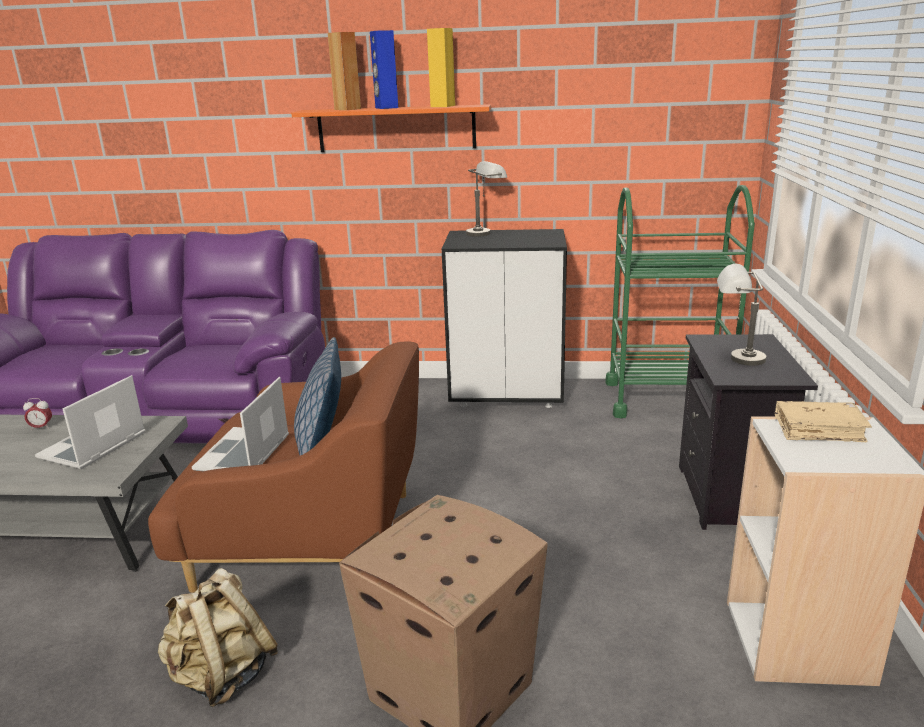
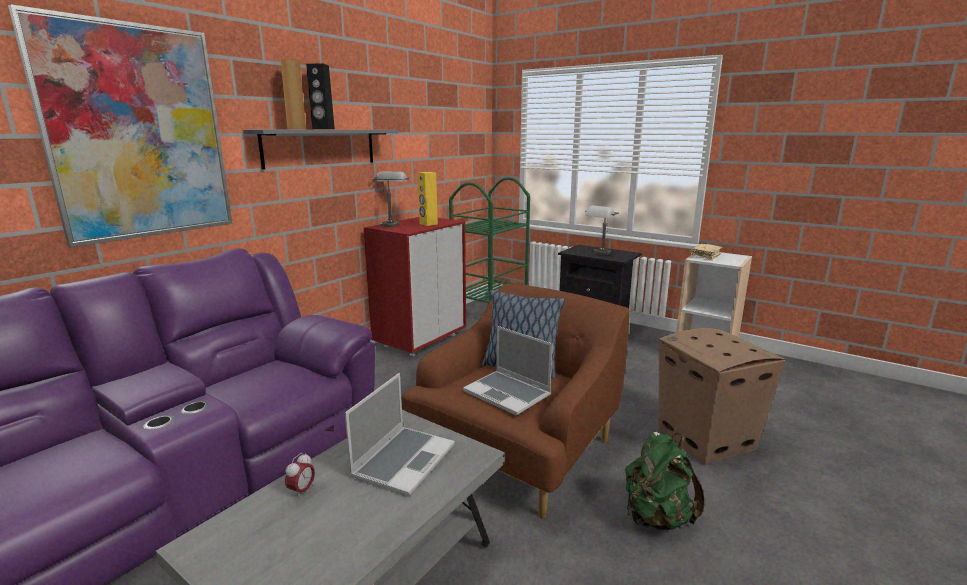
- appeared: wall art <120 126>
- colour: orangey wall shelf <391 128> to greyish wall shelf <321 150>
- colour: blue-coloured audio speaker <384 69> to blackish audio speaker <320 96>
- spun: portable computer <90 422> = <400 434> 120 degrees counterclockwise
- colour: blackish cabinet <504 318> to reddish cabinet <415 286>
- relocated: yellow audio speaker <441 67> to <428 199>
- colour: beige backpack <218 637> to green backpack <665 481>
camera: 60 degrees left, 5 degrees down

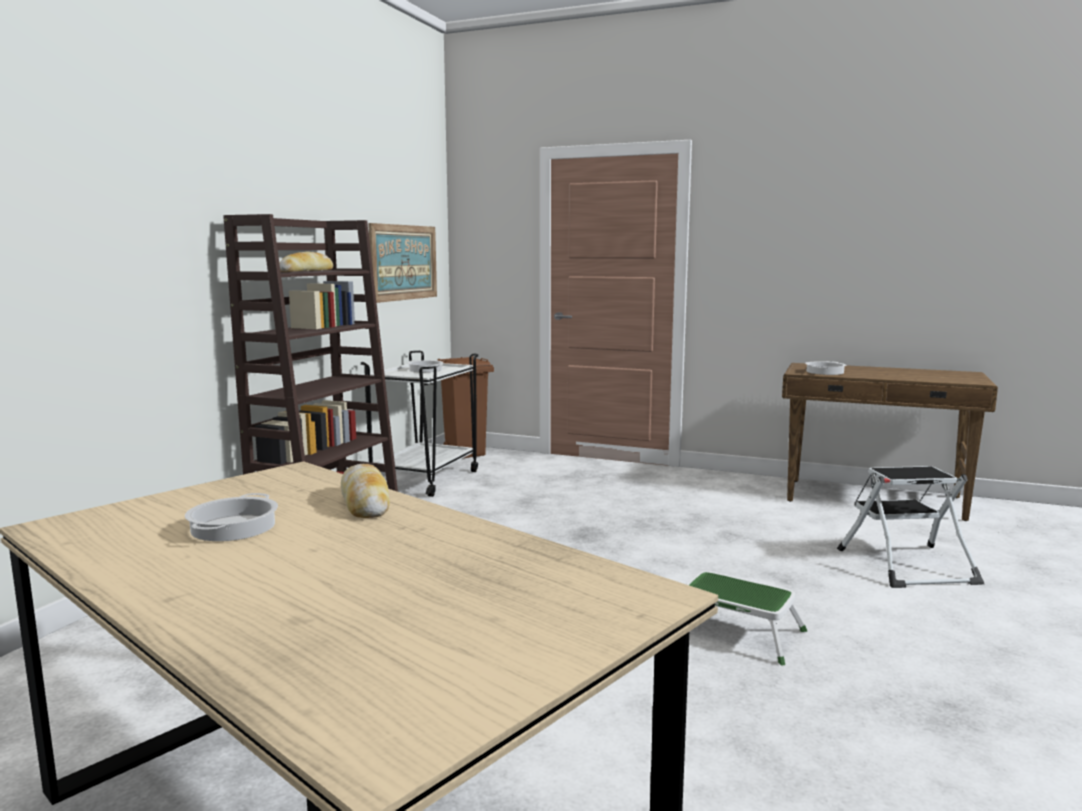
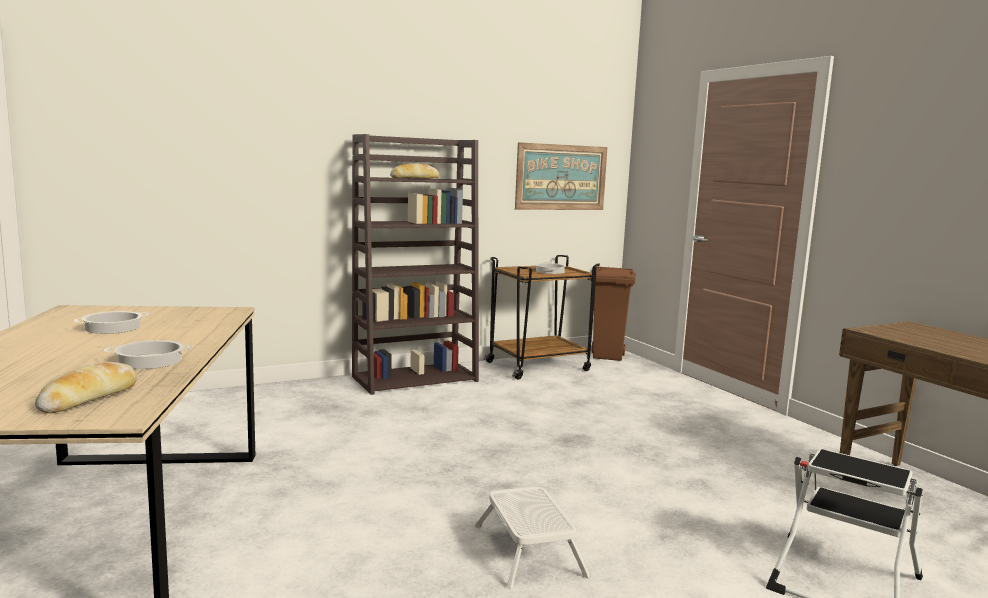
- relocated: bread <365 491> to <86 387>
- relocated: cooking pot <825 368> to <148 354>
- colour: green step stool <746 618> to whitish step stool <532 538>
- colour: whitish cart <419 424> to brown-coloured cart <542 317>
camera: 40 degrees right, 0 degrees up

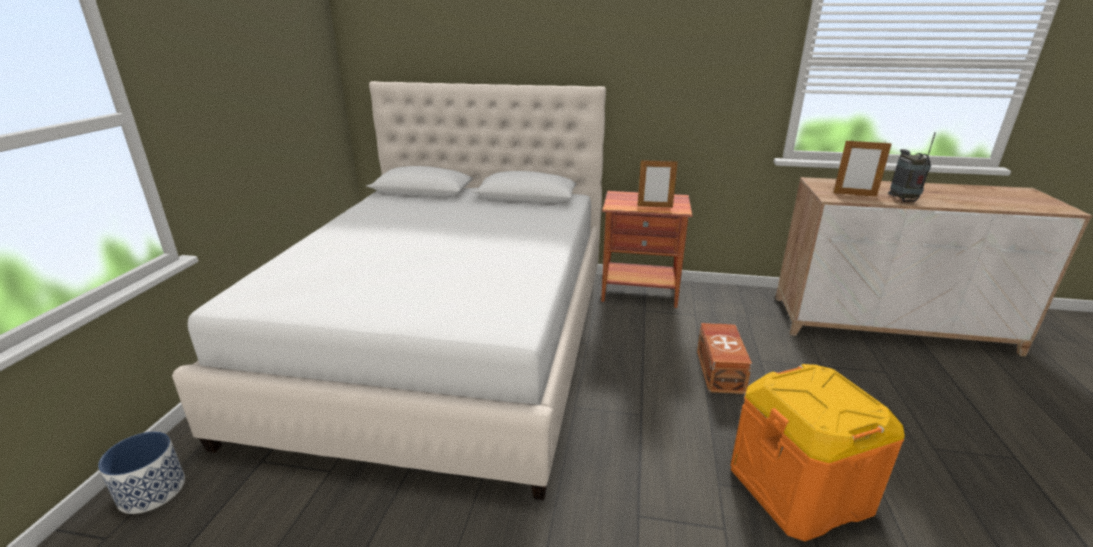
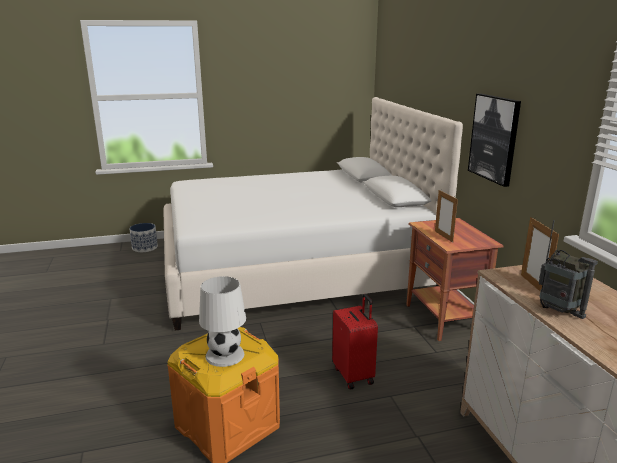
- appeared: whitish tabletop lamp <222 321>
- exchanged: brown-coloured storage bin <724 358> to reddish suitcase <355 342>
- appeared: wall art <494 140>
- spun: radio set <912 167> = <568 269> 75 degrees clockwise
camera: 65 degrees right, 5 degrees down

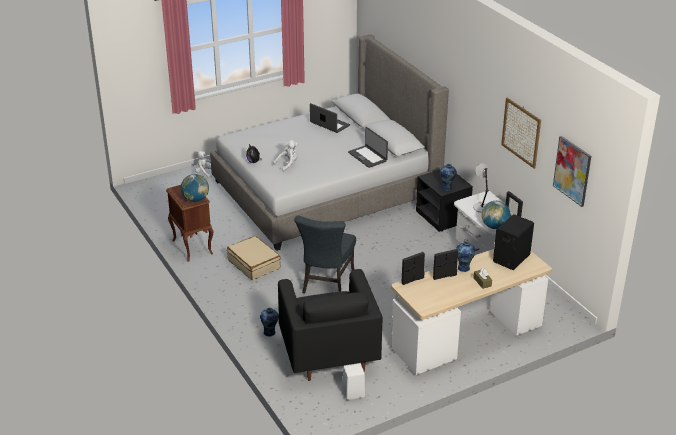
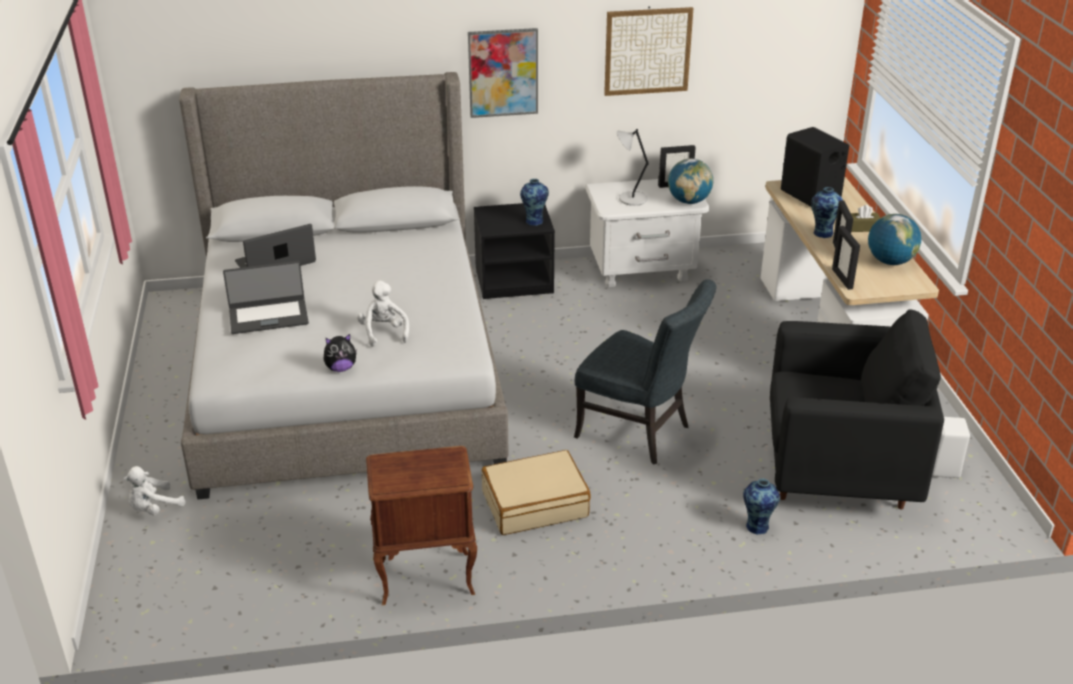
- relocated: portable computer <368 147> to <266 297>
- relocated: wall art <572 171> to <503 73>
- relocated: world globe <195 188> to <894 239>
camera: 70 degrees left, 0 degrees up

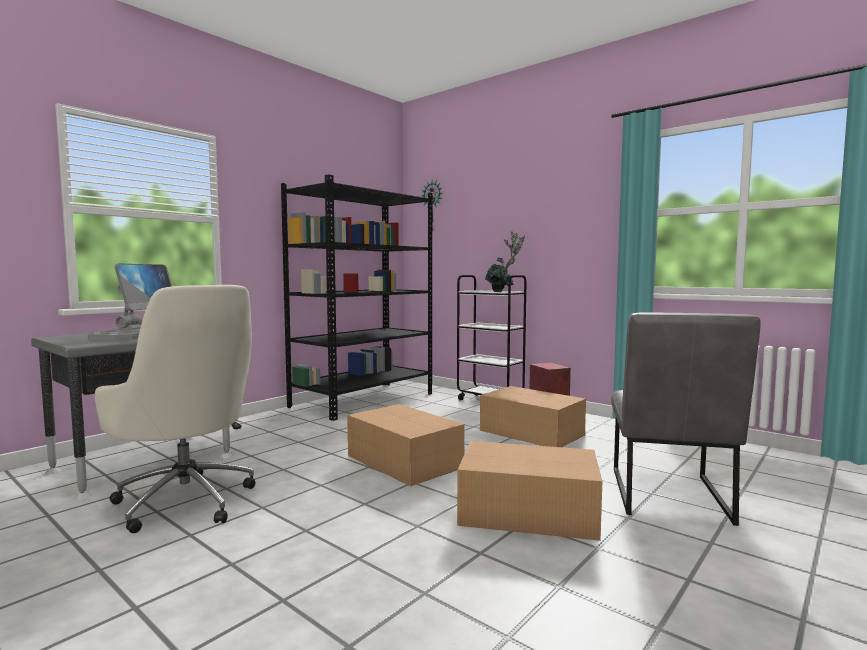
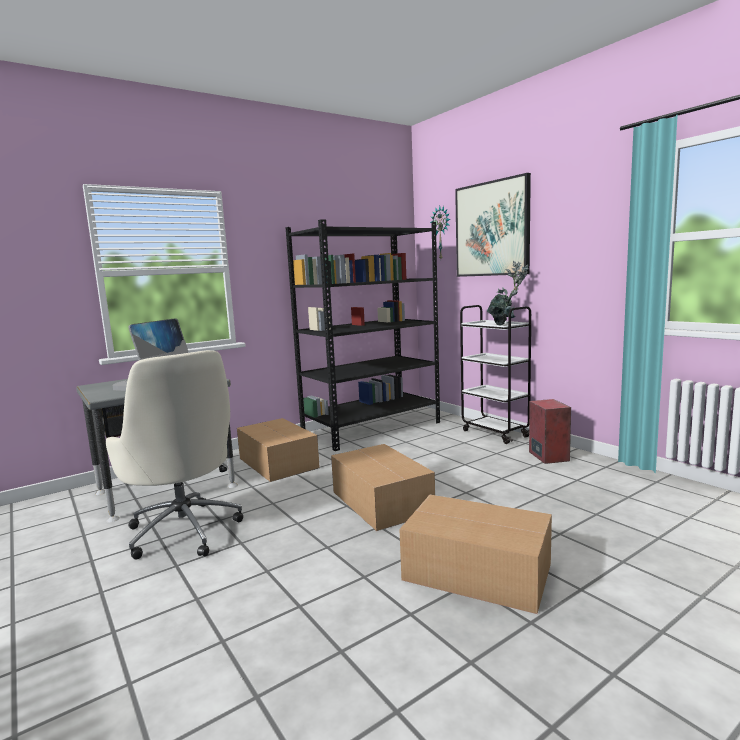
- relocated: carton <533 416> to <278 450>
- appeared: wall art <493 225>
- missing: greyish upright chair <686 419>
camera: 15 degrees right, 5 degrees up

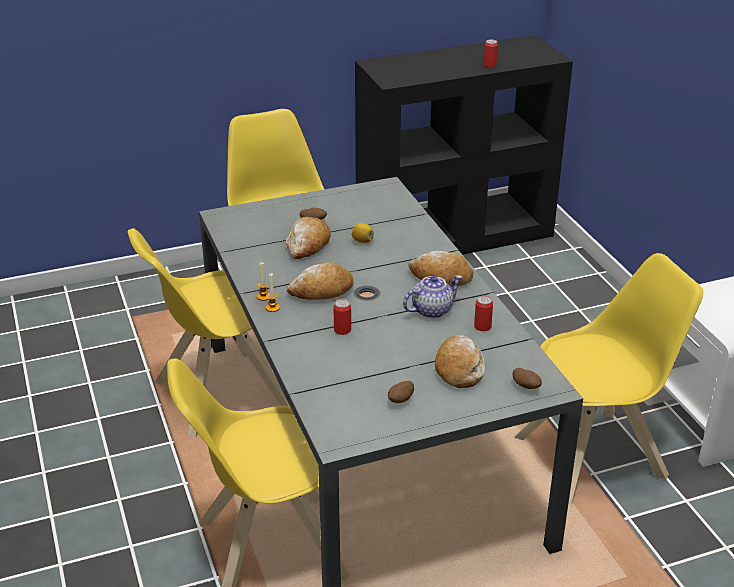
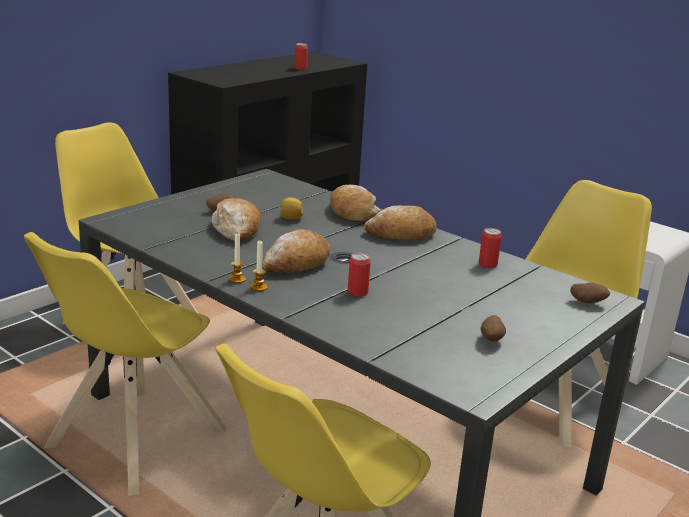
- relocated: bread <460 361> to <355 203>
- missing: teapot <432 296>
camera: 30 degrees left, 10 degrees down

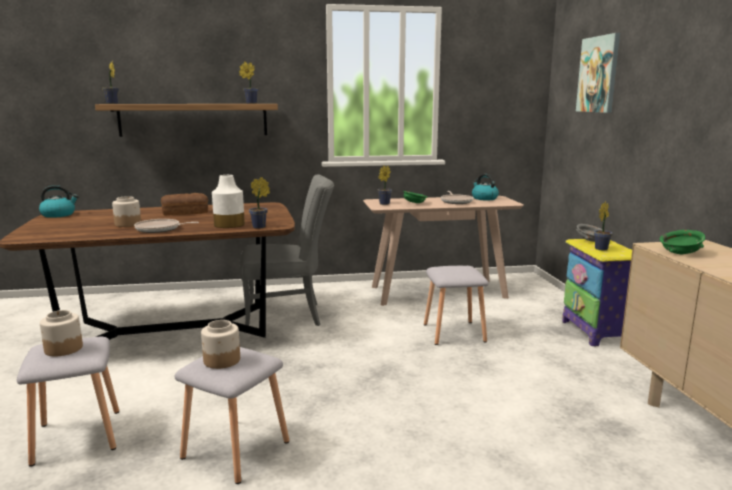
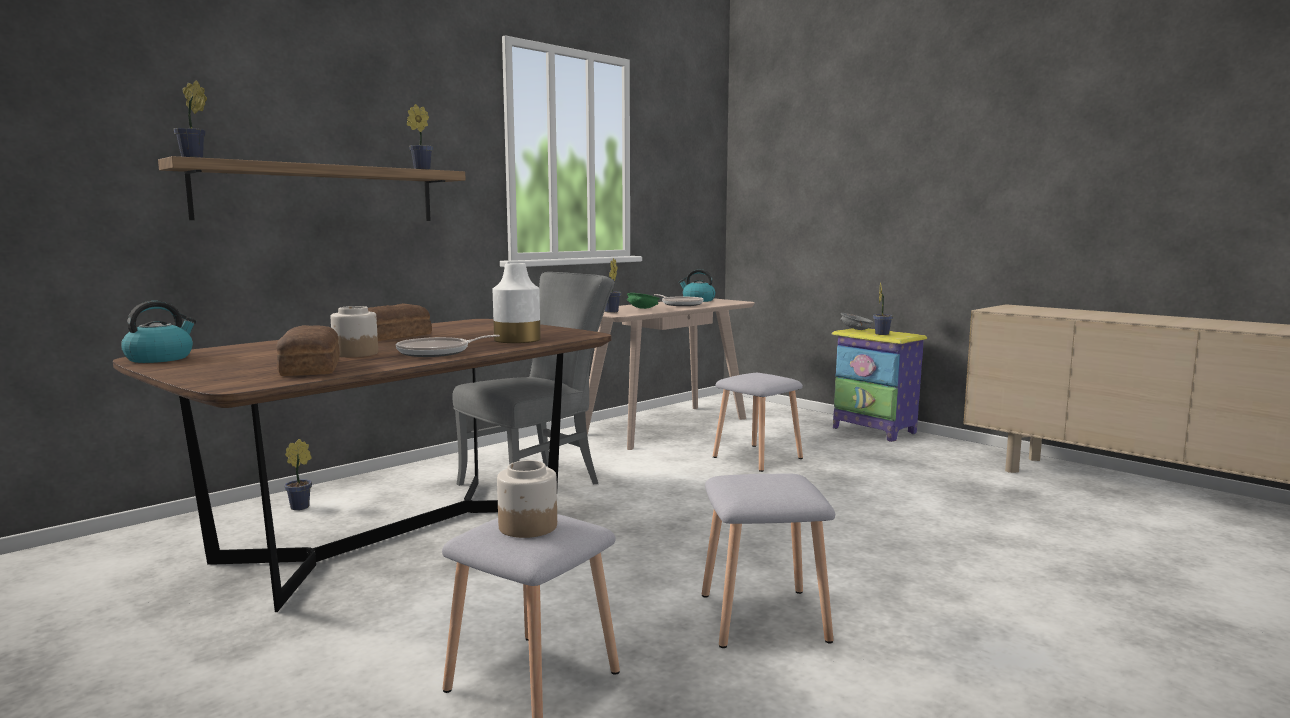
- appeared: bread <308 350>
- relocated: plant in a pot <259 203> to <298 474>
- missing: jar <220 344>
- missing: wall art <598 73>
- missing: green bowl <682 242>
camera: 35 degrees left, 5 degrees down

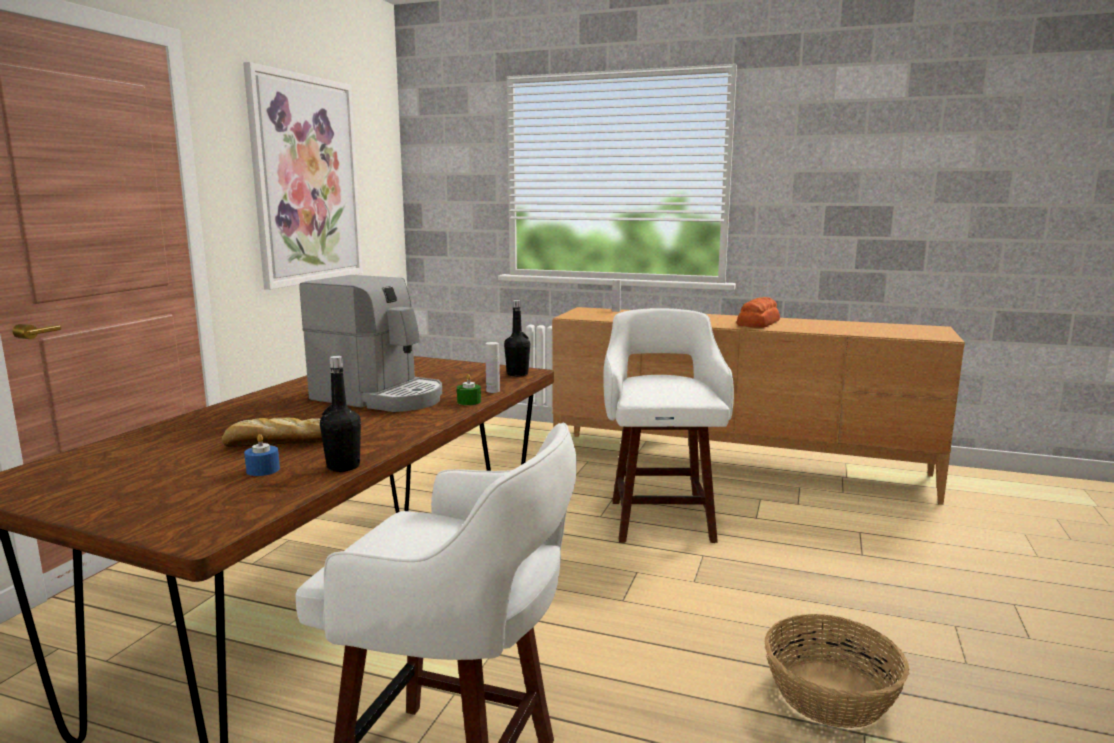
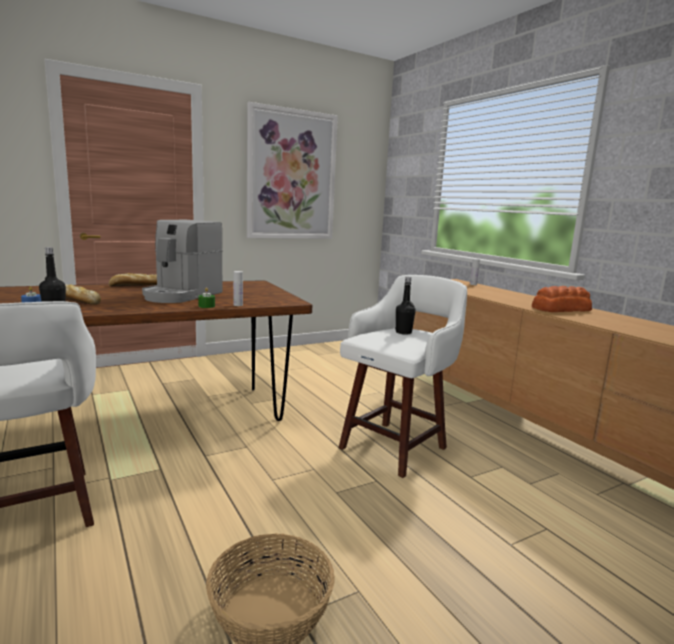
- appeared: bread <133 279>
- spun: coffee brewer <371 343> = <182 261> 45 degrees clockwise
- relocated: blackish beverage bottle <517 338> to <405 306>
camera: 40 degrees right, 0 degrees up

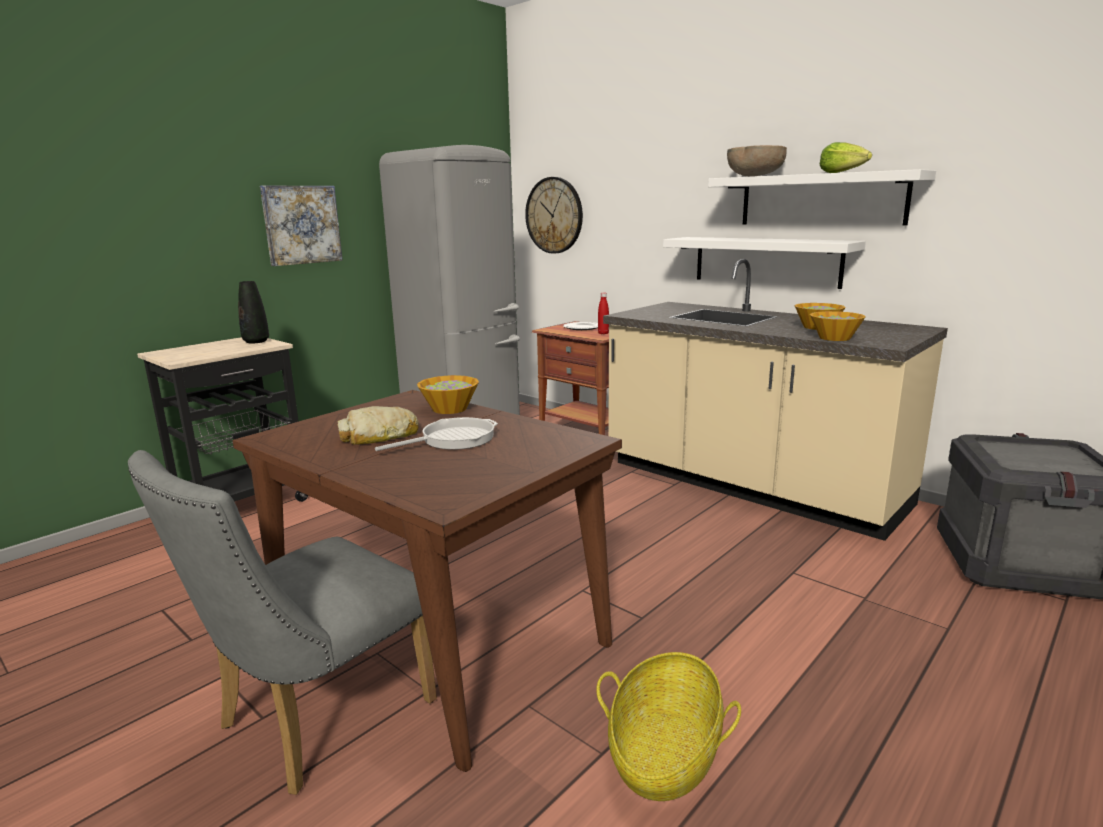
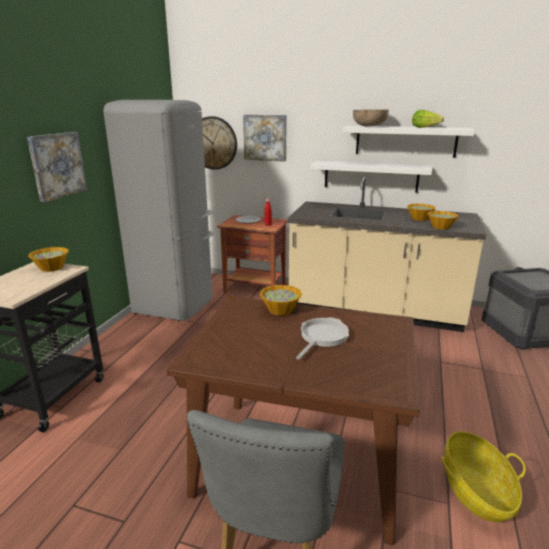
- exchanged: blackish vase <253 312> to bowl <48 259>
- appeared: wall art <265 138>
- missing: bread <378 425>
camera: 25 degrees left, 5 degrees up

